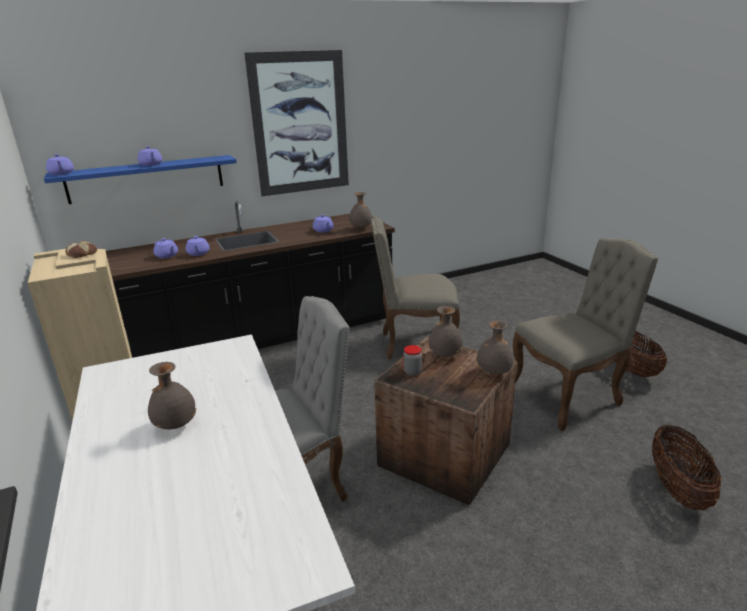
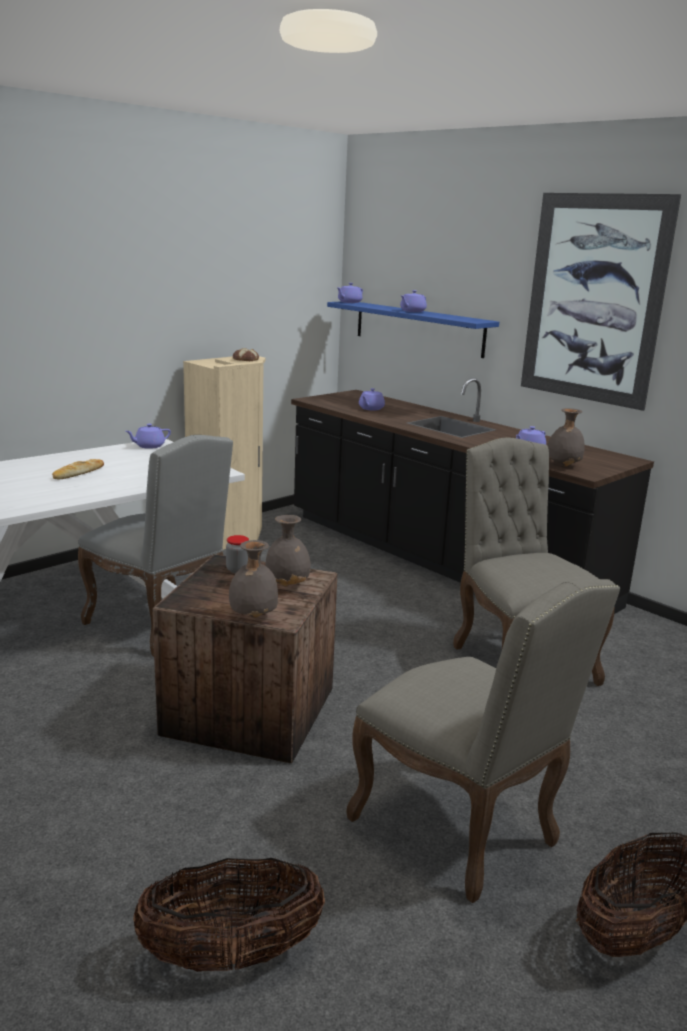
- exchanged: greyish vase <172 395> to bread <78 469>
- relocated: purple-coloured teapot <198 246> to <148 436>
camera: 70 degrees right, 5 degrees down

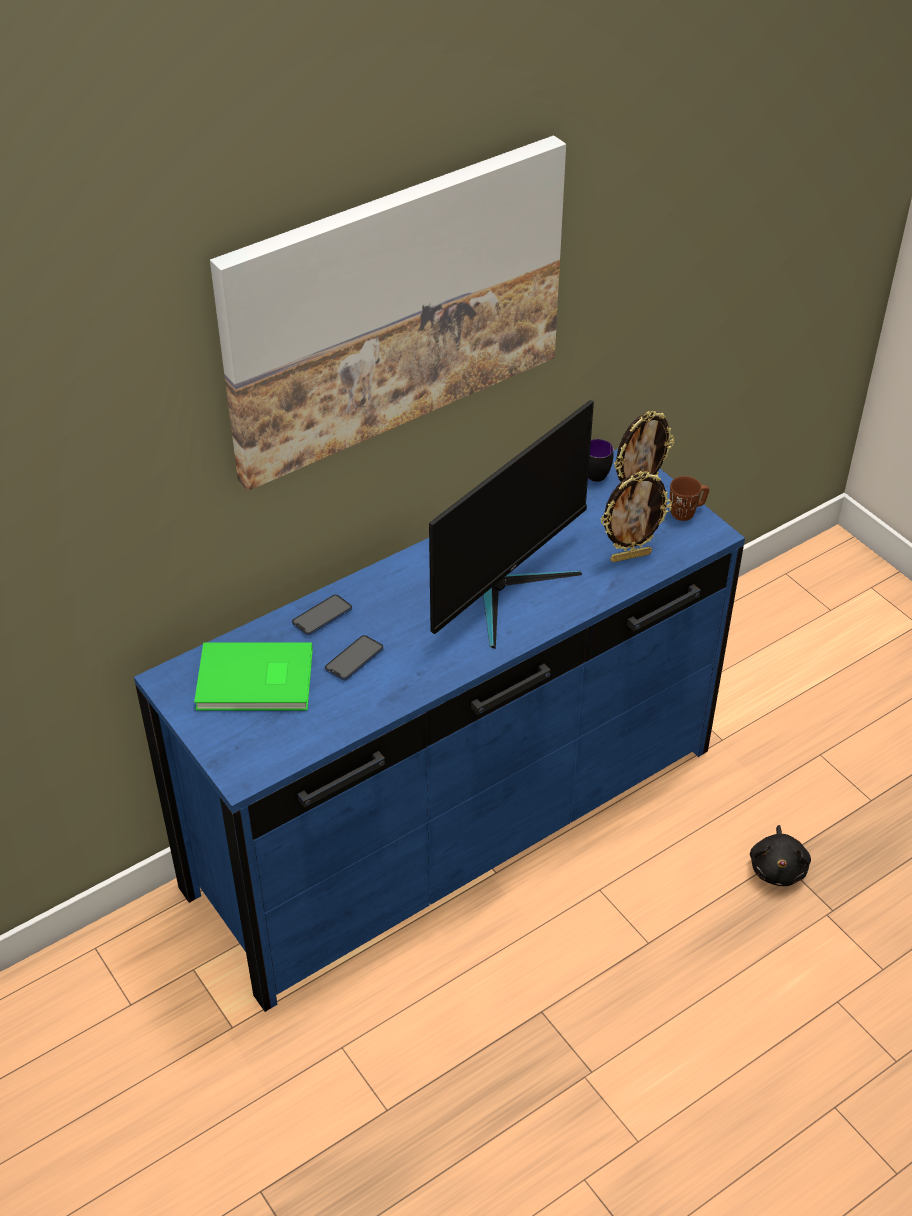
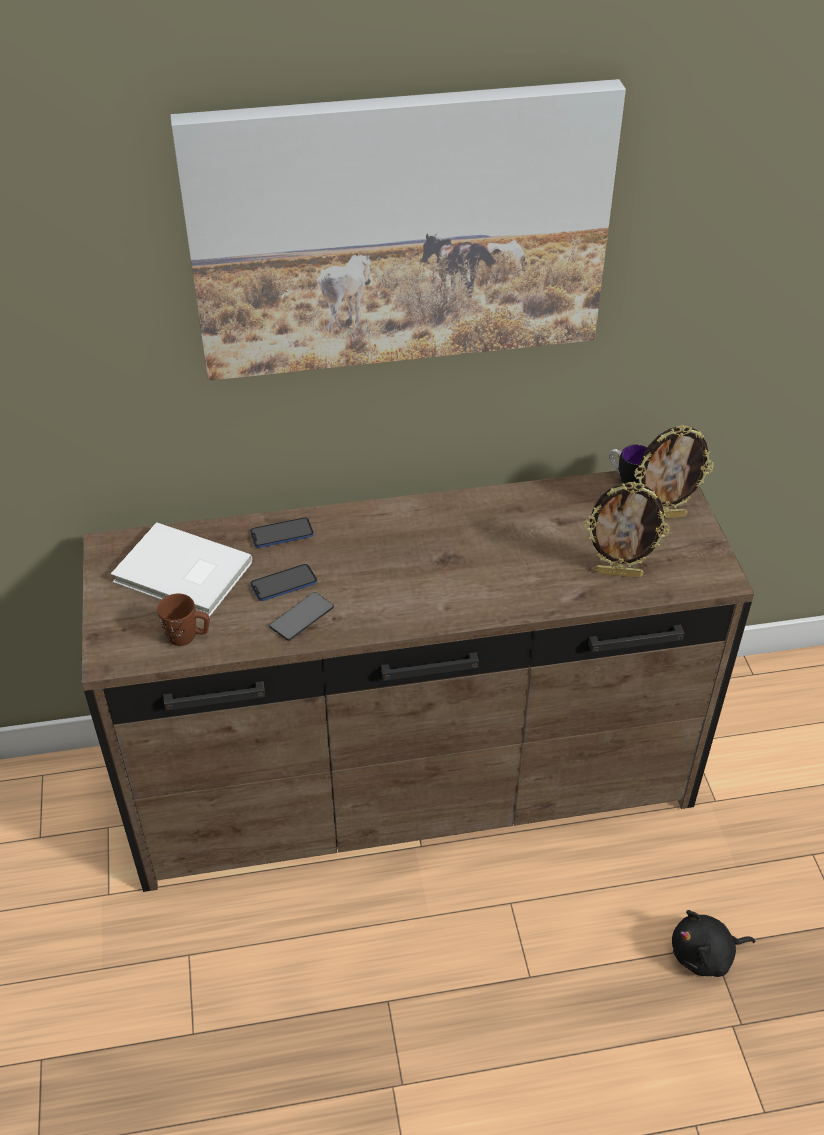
- colour: blue-coloured dresser <439 730> to brown-coloured dresser <418 681>
- colour: green volume <253 676> to whitish volume <181 569>
- relocated: brown-coloured mug <689 498> to <183 620>
- appeared: handset <301 616>
- spun: blackish cuddly toy <780 855> = <713 943> 45 degrees clockwise
- missing: computer screen <511 524>
camera: 25 degrees right, 0 degrees up

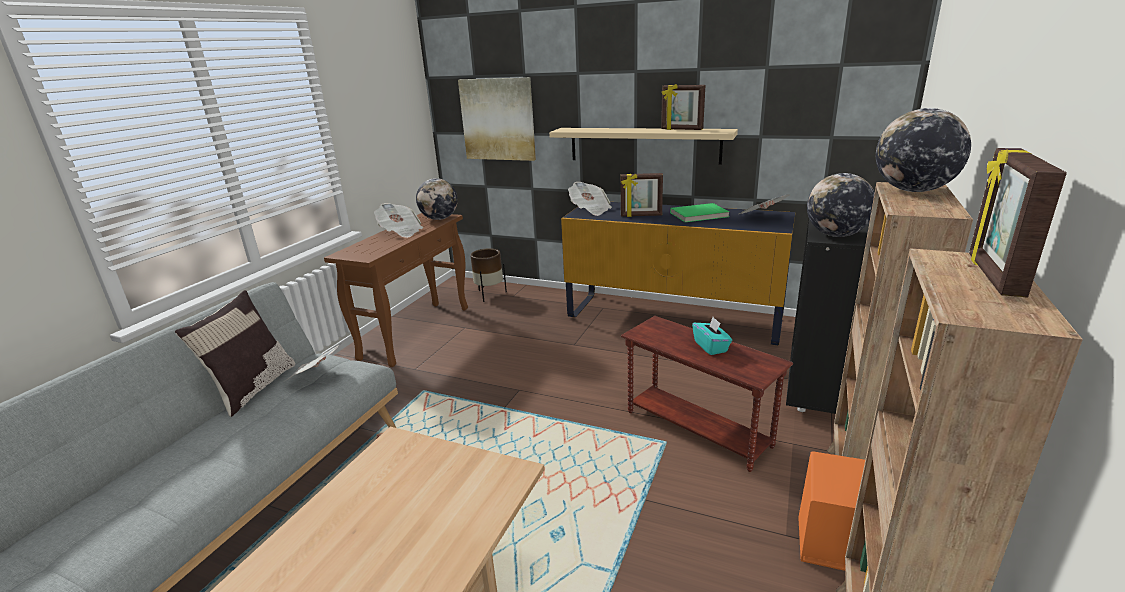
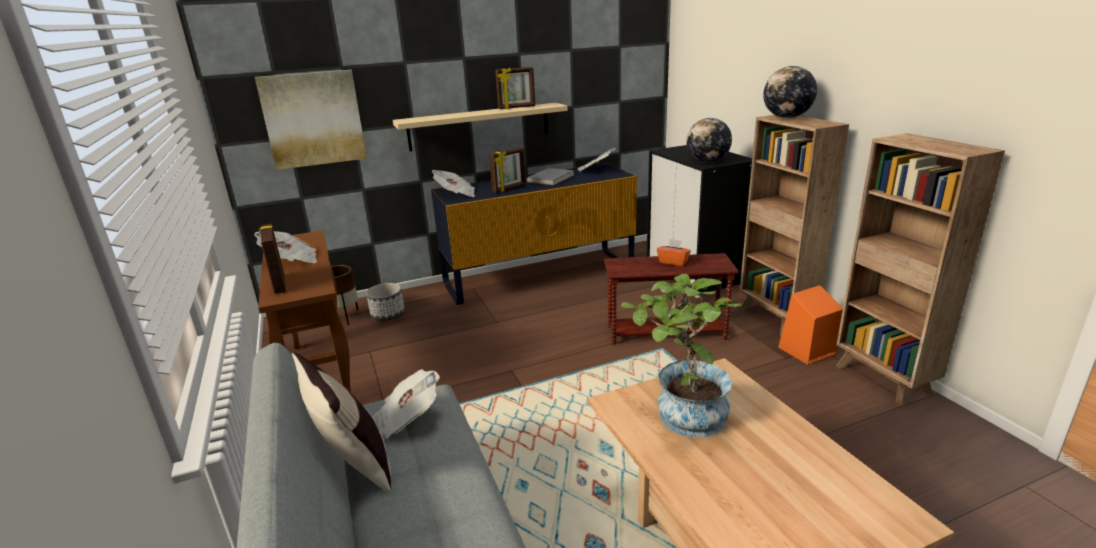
- relocated: standing frame <1018 222> to <272 259>
- appeared: plant pot <385 302>
- colour: green volume <700 212> to greyish volume <550 176>
- appeared: plant in a pot <681 356>
- colour: blue-green tissue box <712 336> to orangey tissue box <674 252>
- missing: world globe <437 199>
camera: 45 degrees left, 0 degrees up

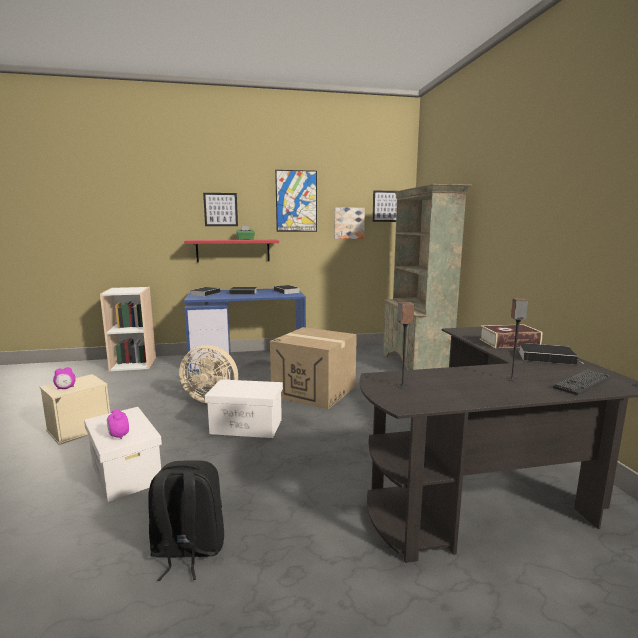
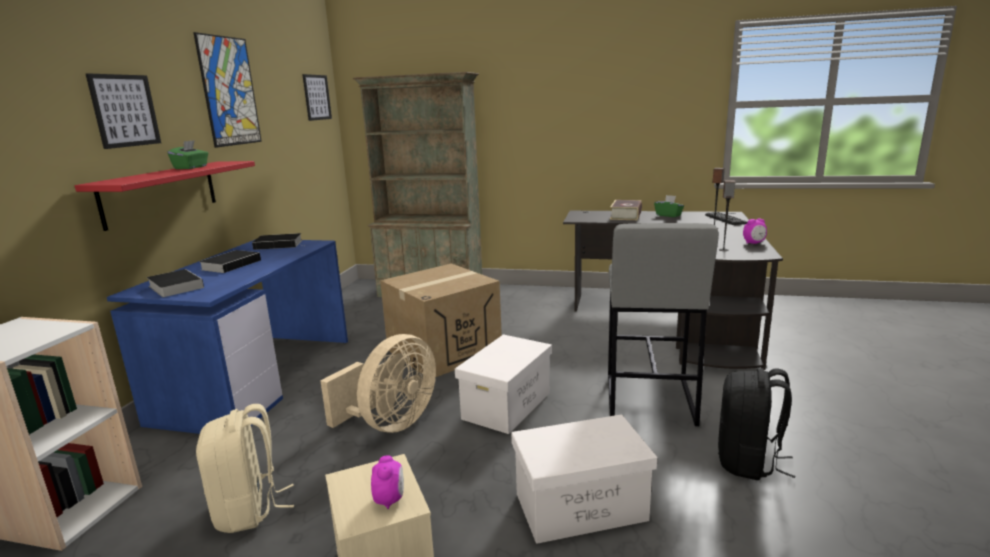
- appeared: beige backpack <245 468>
- appeared: greyish stool <663 324>
- exchanged: volume <548 354> to green tissue box <669 206>
- relocated: alarm clock <118 424> to <755 231>
- missing: wall art <349 223>
camera: 65 degrees left, 5 degrees up

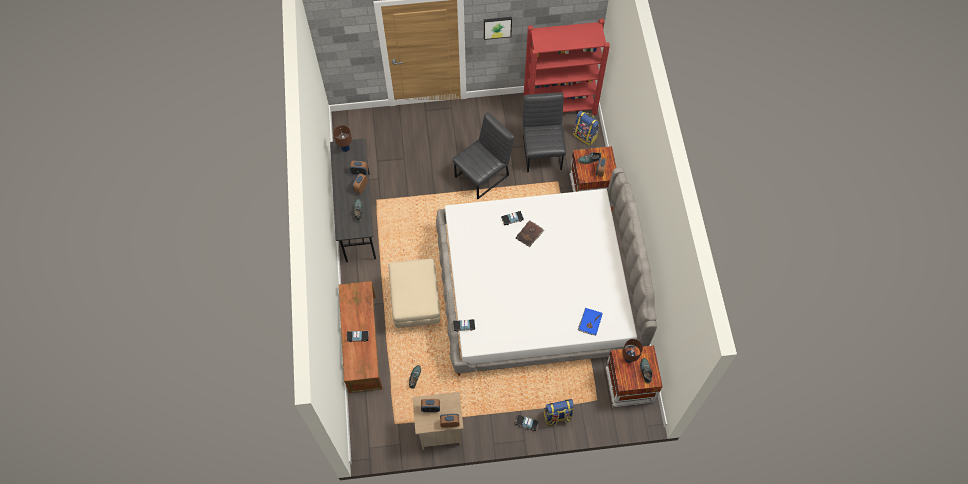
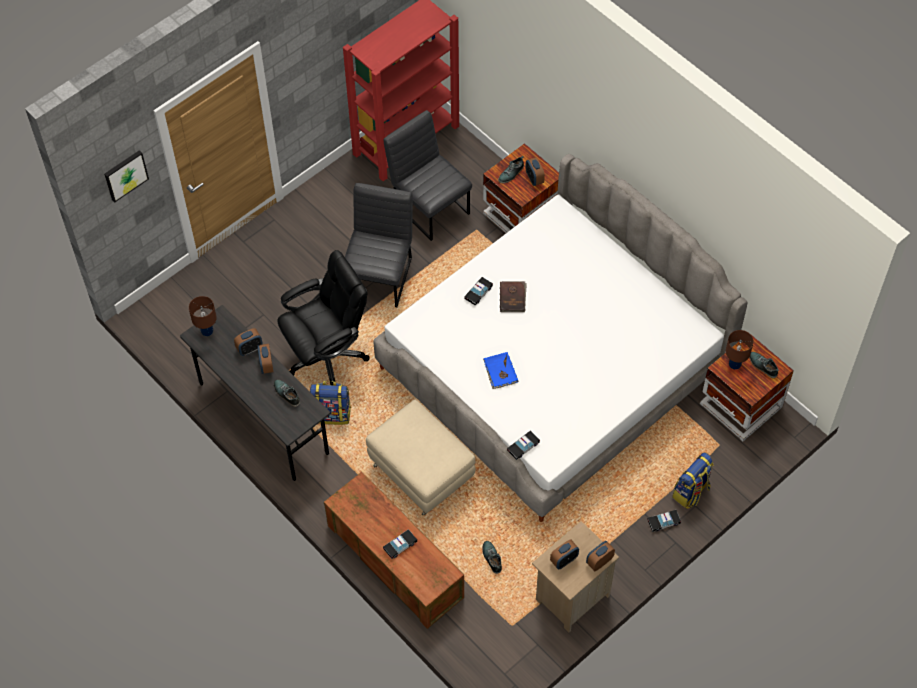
- relocated: wall art <498 28> to <126 176>
- appeared: blackish desk chair <323 317>
- relocated: backpack <586 128> to <330 403>
- relocated: blue-coloured volume <590 322> to <500 370>
camera: 35 degrees left, 5 degrees down

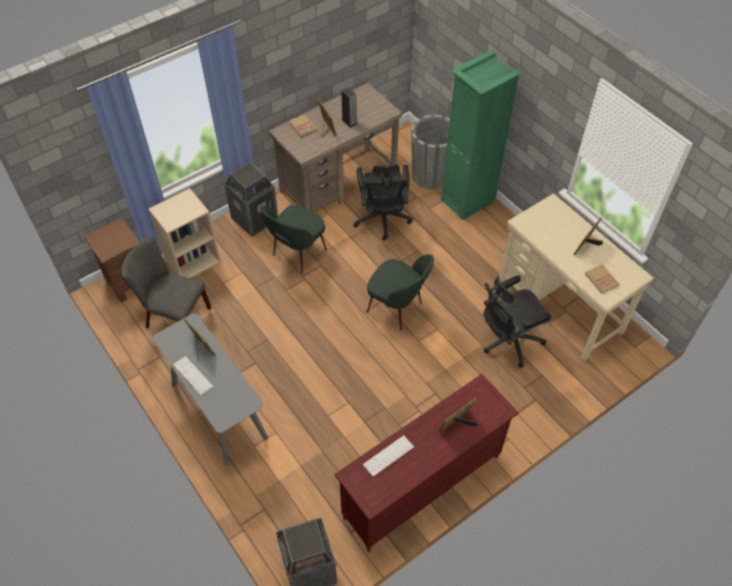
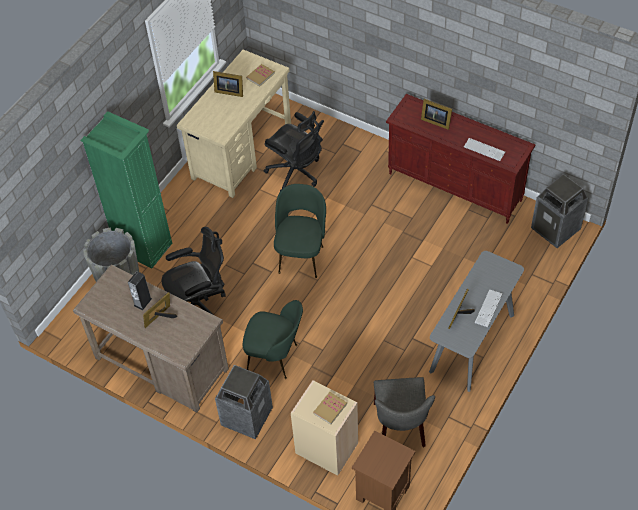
- relocated: volume <303 125> to <330 408>
camera: 110 degrees left, 0 degrees up

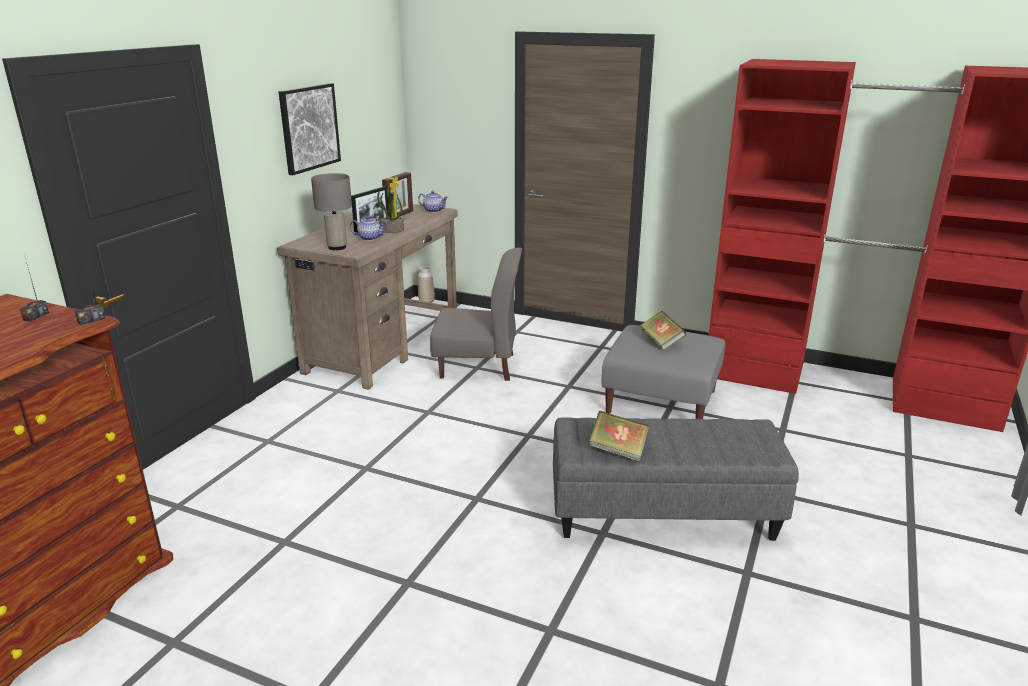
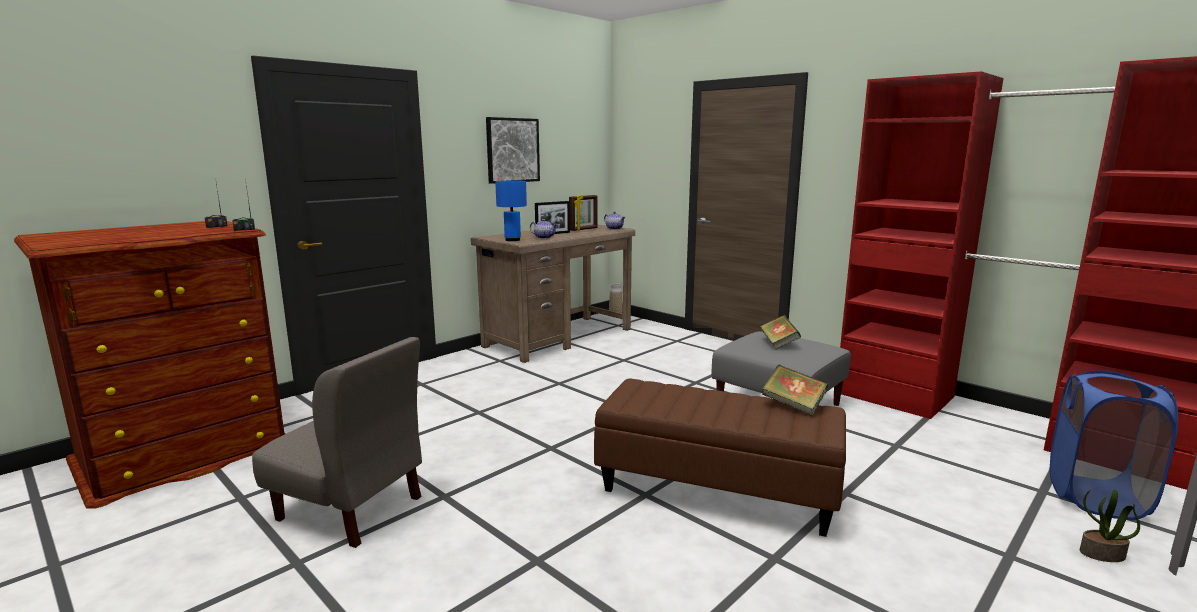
- relocated: greyish upright chair <476 314> to <337 442>
- colour: greyish tabletop lamp <331 211> to blue-coloured tabletop lamp <511 210>
- colour: greyish ottoman <676 479> to brown-coloured ottoman <720 458>
- relocated: volume <619 436> to <795 390>
- appeared: blue-coloured laundry basket <1114 445>
- relocated: plant in a pot <390 210> to <1110 525>
camera: 20 degrees right, 10 degrees down

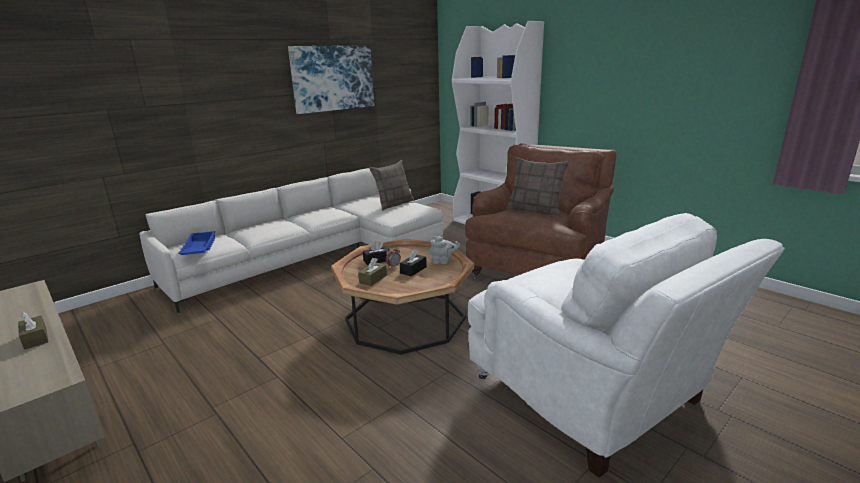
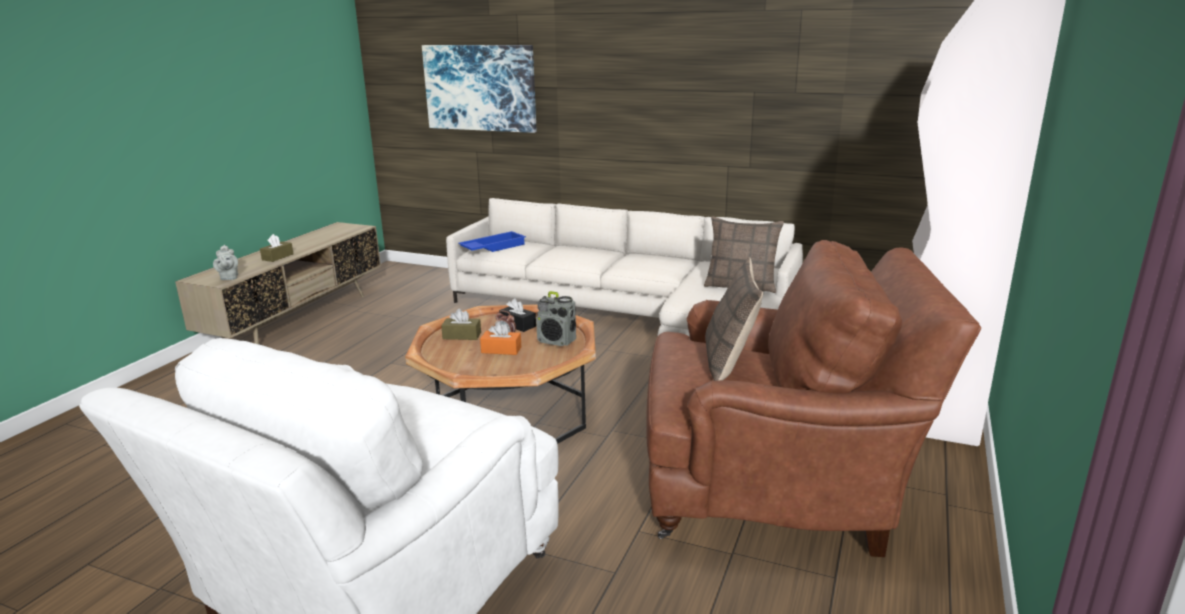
- relocated: greyish teapot <445 250> to <225 262>
- relocated: wall art <331 79> to <479 89>
- colour: blackish tissue box <413 263> to orangey tissue box <500 338>
- appeared: radio set <556 318>
camera: 65 degrees right, 0 degrees up

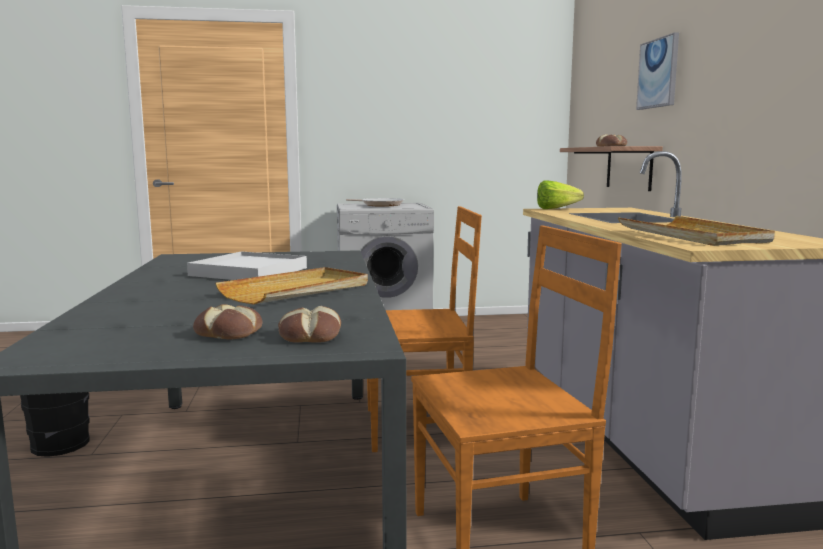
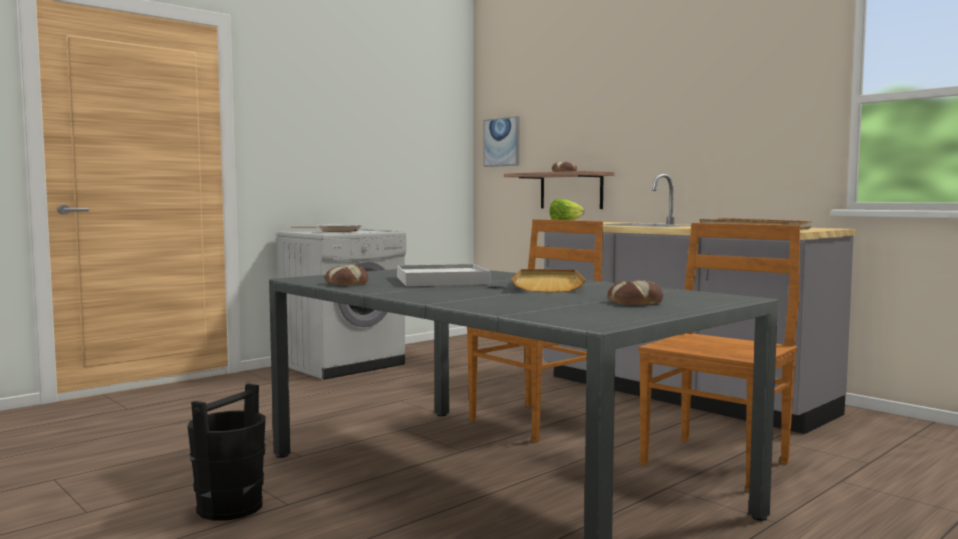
- relocated: bread <309 324> to <347 274>
- relocated: wall art <657 71> to <501 141>
camera: 35 degrees left, 5 degrees down

